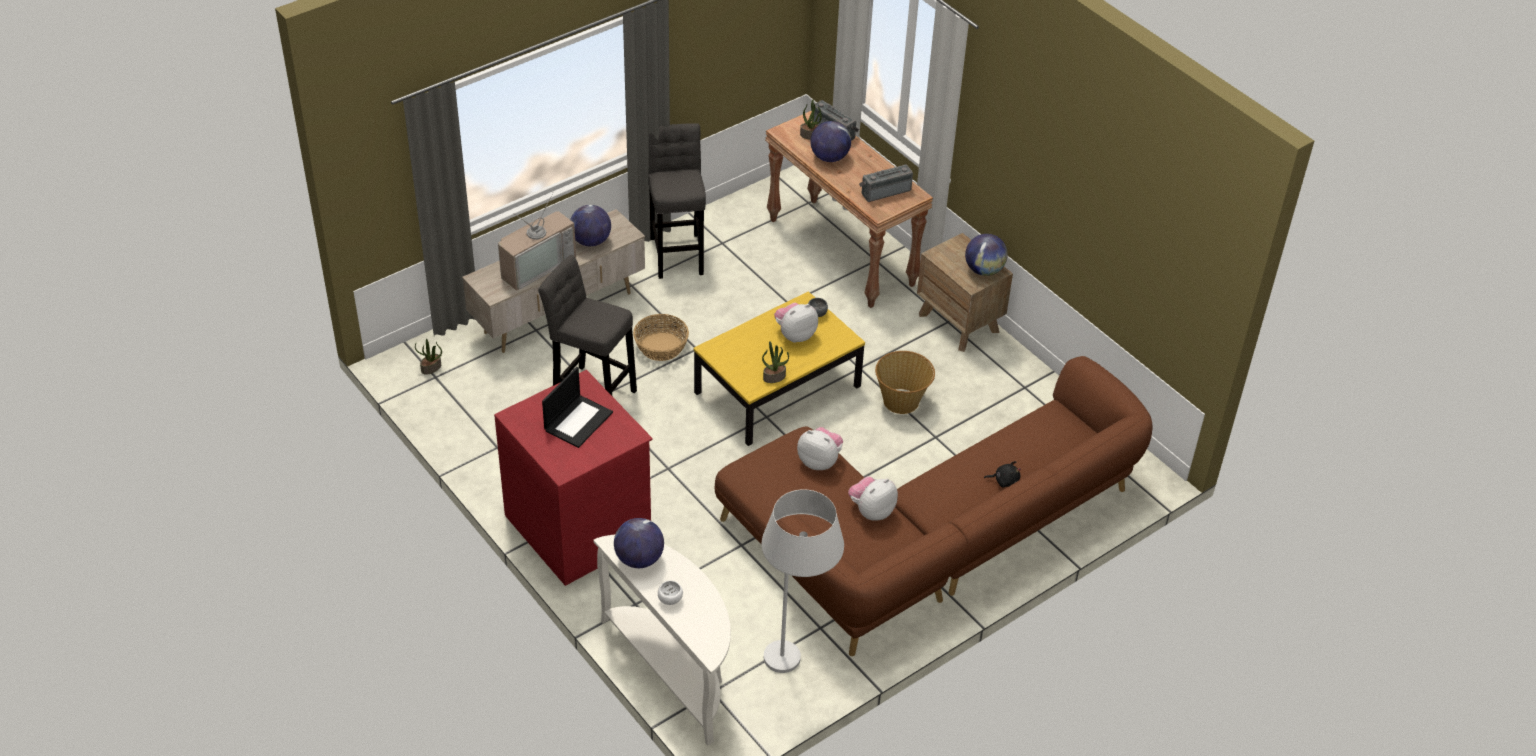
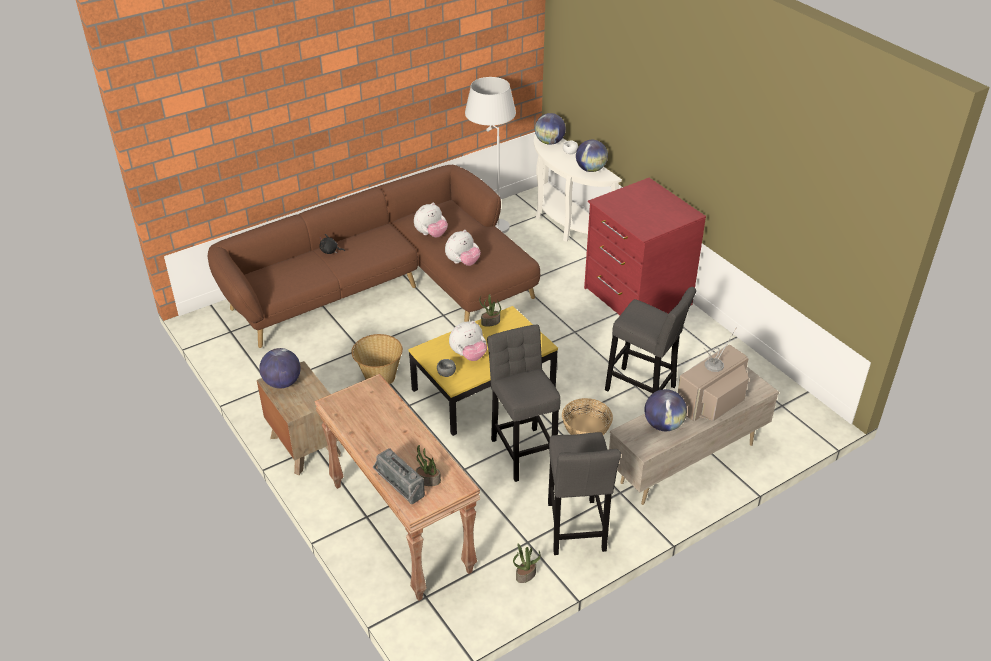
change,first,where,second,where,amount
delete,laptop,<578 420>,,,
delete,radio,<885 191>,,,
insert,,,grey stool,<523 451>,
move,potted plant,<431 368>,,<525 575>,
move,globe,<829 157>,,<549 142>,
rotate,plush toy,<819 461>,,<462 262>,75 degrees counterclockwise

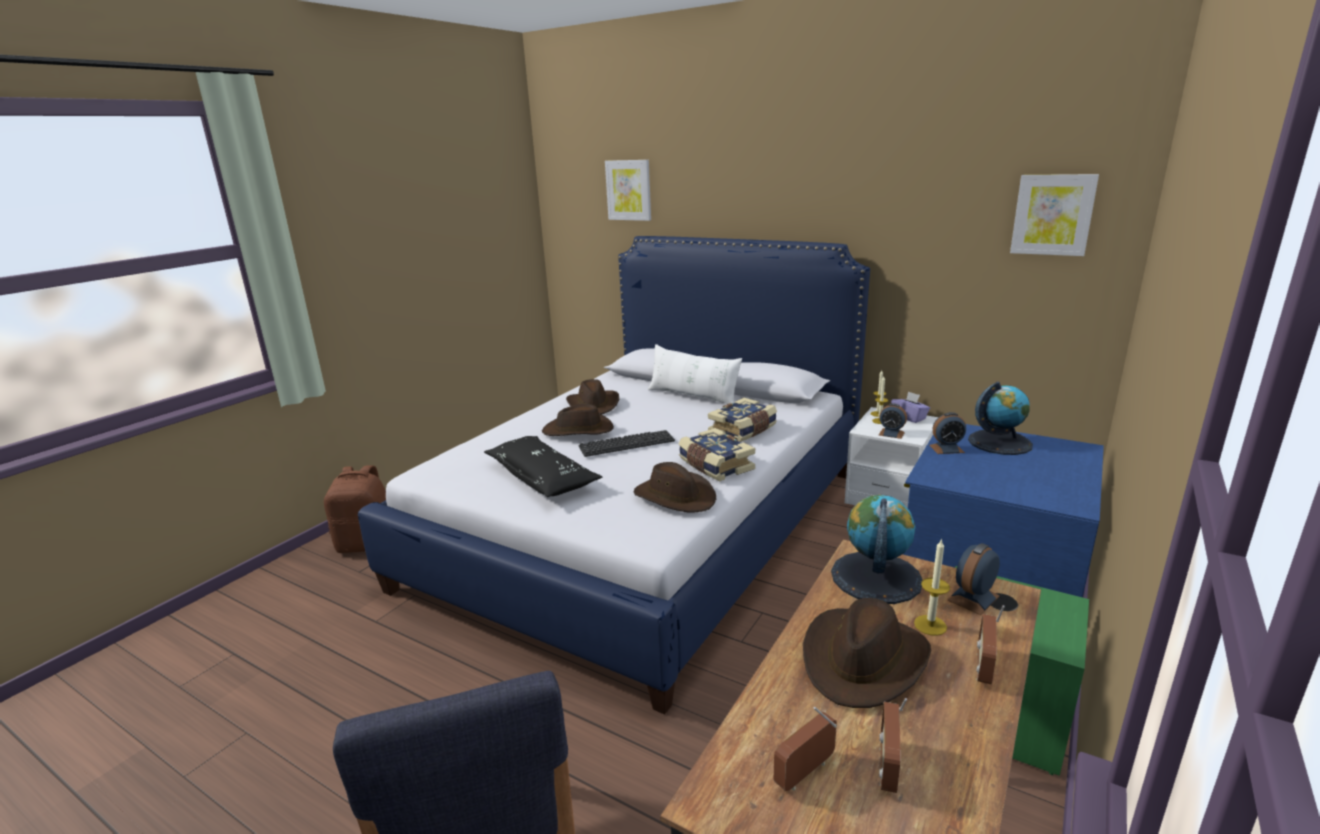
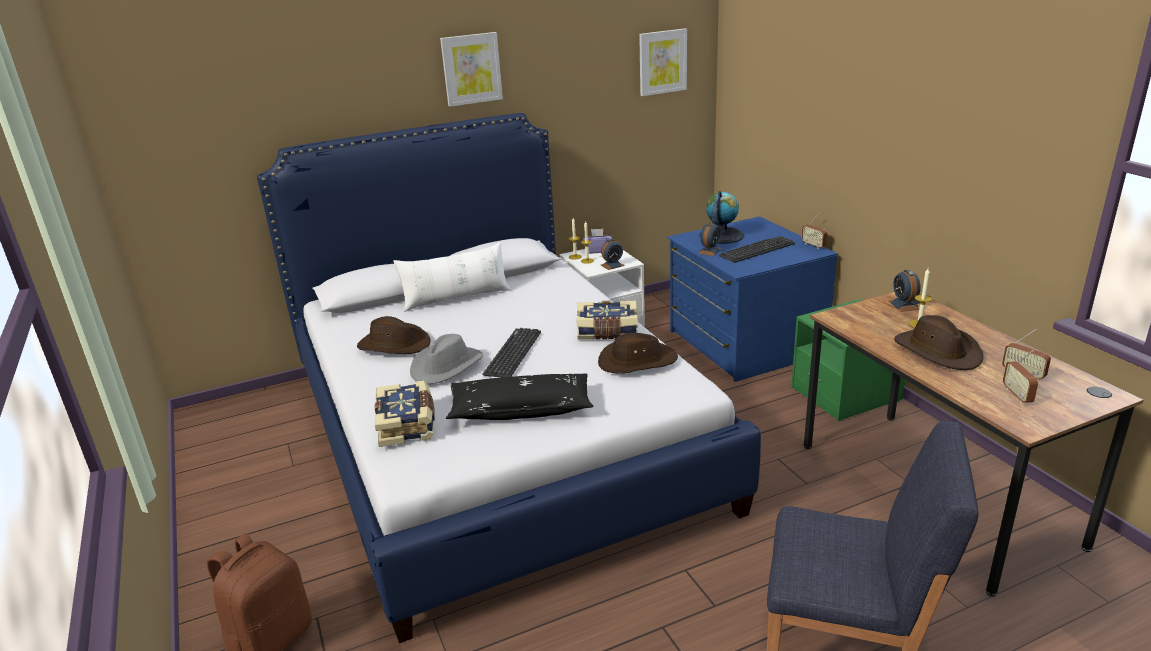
change,first,where,second,where,amount
delete,globe,<875 577>,,,
insert,,,keyboard,<757 250>,
move,picture,<629 190>,,<471 69>,
move,book,<743 430>,,<407 424>,
move,radio,<984 668>,,<813 245>,
recolor,brown hat,<578 430>,grey hat,<447 366>,

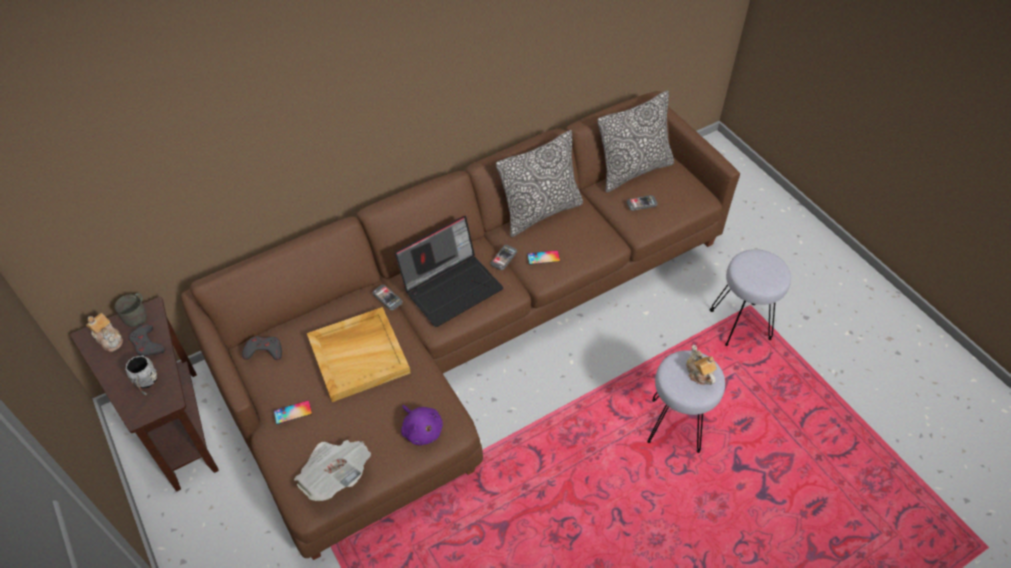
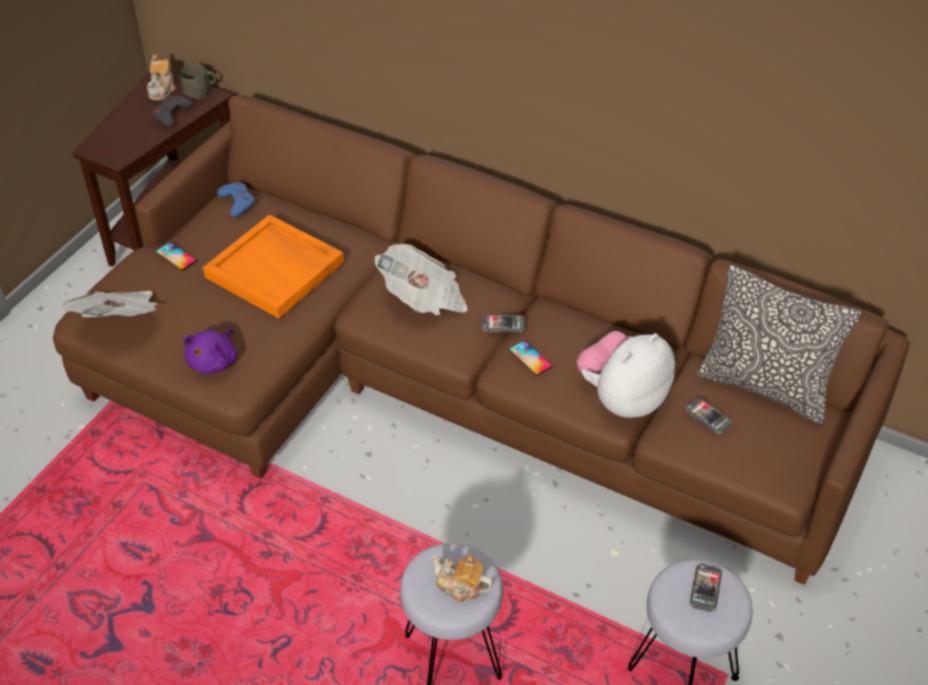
change,first,where,second,where,amount
delete,grey mug,<146 383>,,,
delete,pillow,<540 212>,,,
insert,,,plush toy,<622 399>,
move,phone,<387 298>,,<705 588>,
replace,laptop,<452 286>,newspaper,<423 299>,
recolor,grey game controller,<264 351>,blue game controller,<237 202>,
recolor,beige tray,<359 355>,orange tray,<276 269>,
rotate,teapot,<698 373>,,<460 587>,105 degrees counterclockwise

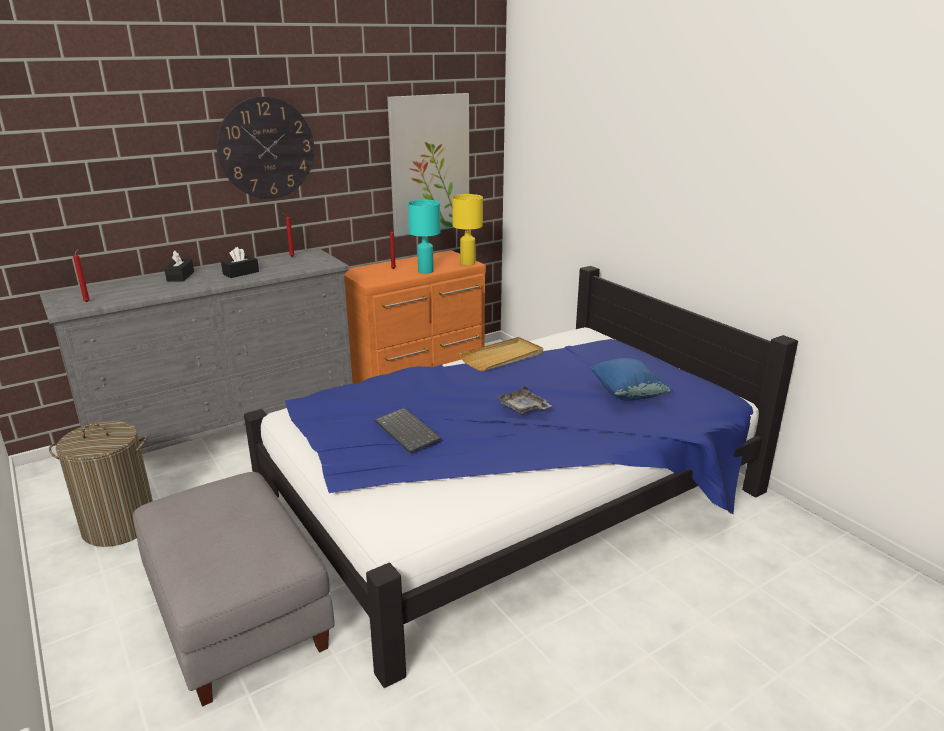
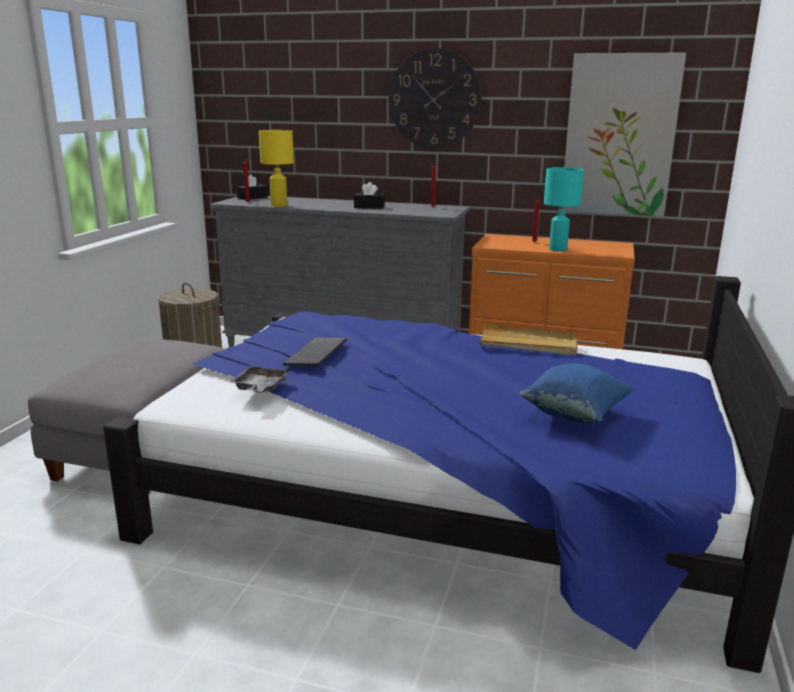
change,first,where,second,where,amount
move,black tissue box,<180 276>,,<252 198>,
move,yellow table lamp,<467 263>,,<278 205>,
move,grey tray,<523 408>,,<260 387>,

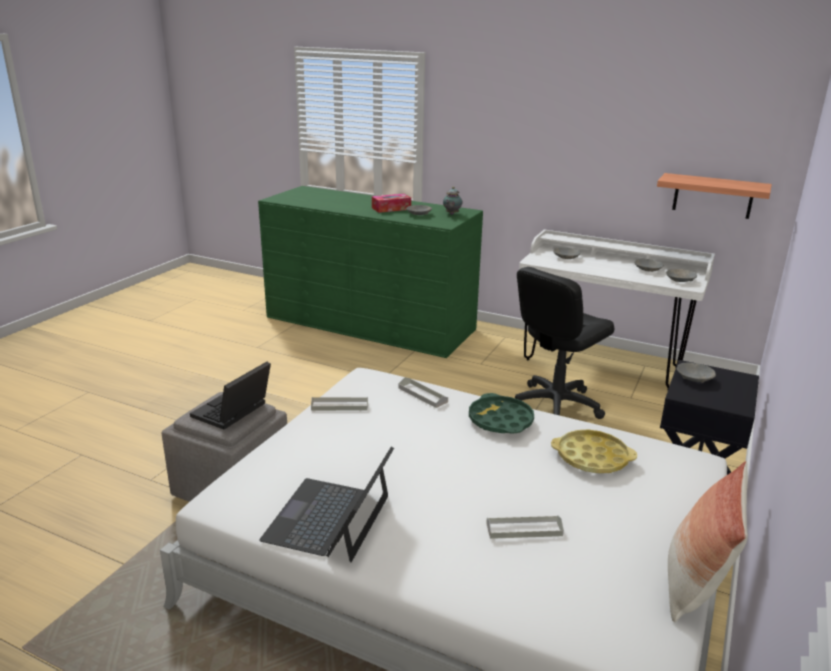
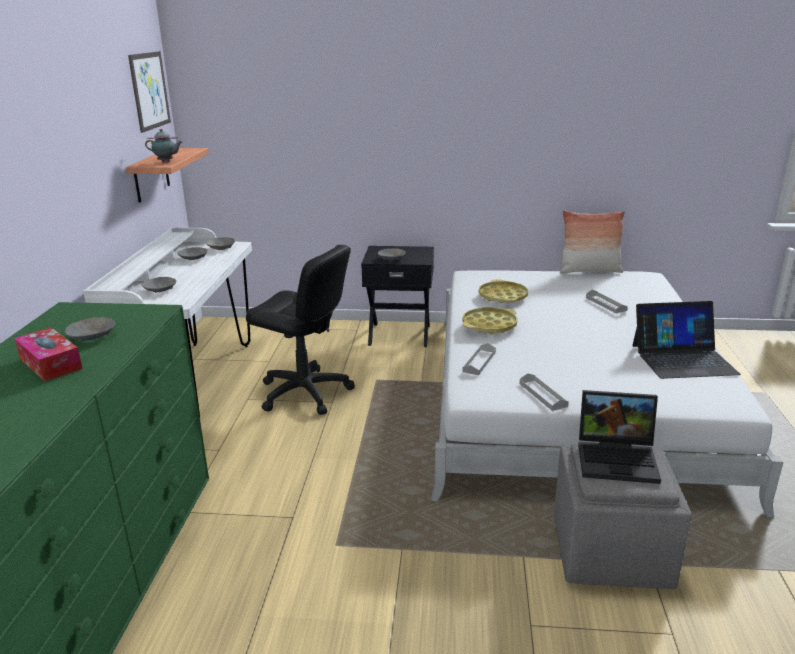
change,first,where,second,where,amount
insert,,,picture,<149 91>,
move,teapot,<451 214>,,<167 162>,
recolor,green tray,<500 420>,yellow tray,<489 325>,

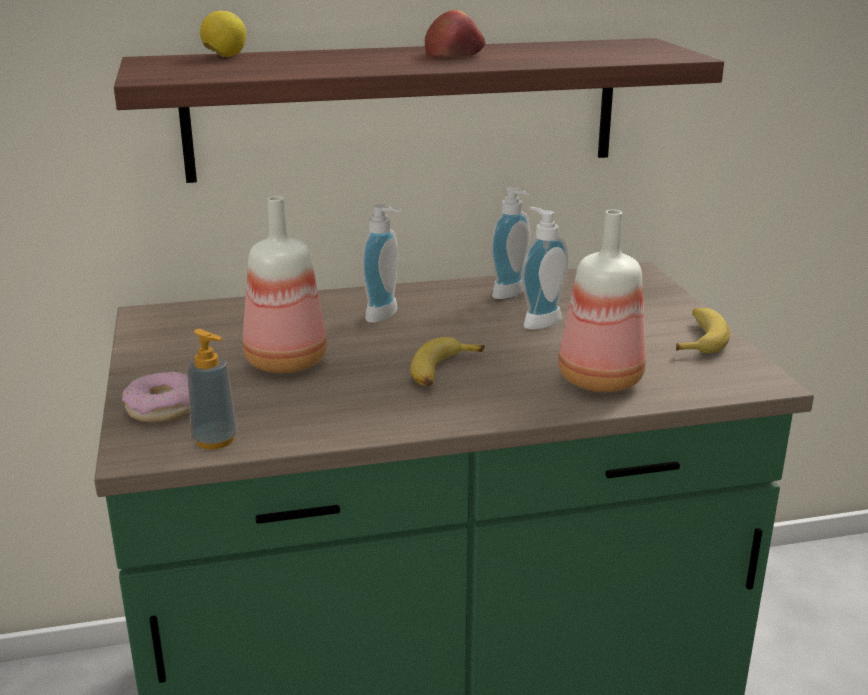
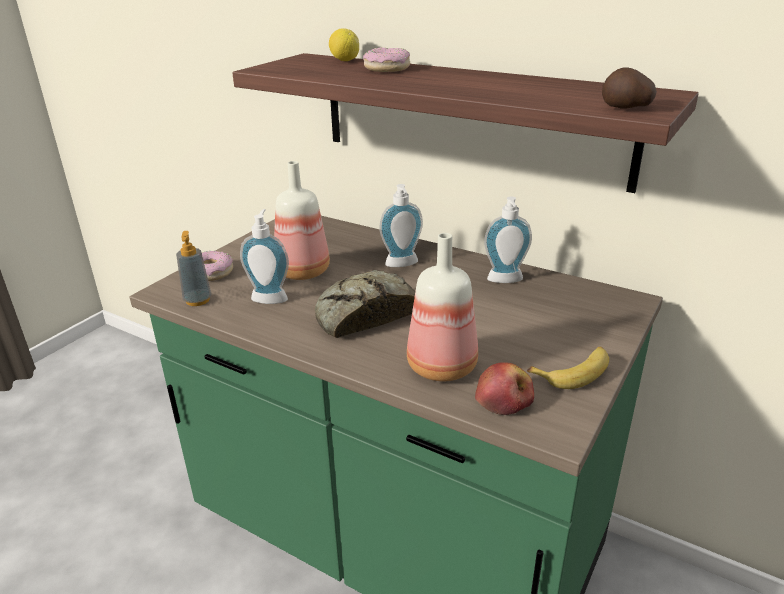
change,first,where,second,where,amount
insert,,,donut,<387 68>,
insert,,,potato,<625 108>,
move,apple,<455 54>,,<504 400>,
move,soap dispenser,<538 321>,,<270 297>,
replace,banana,<442 372>,bread,<364 314>,

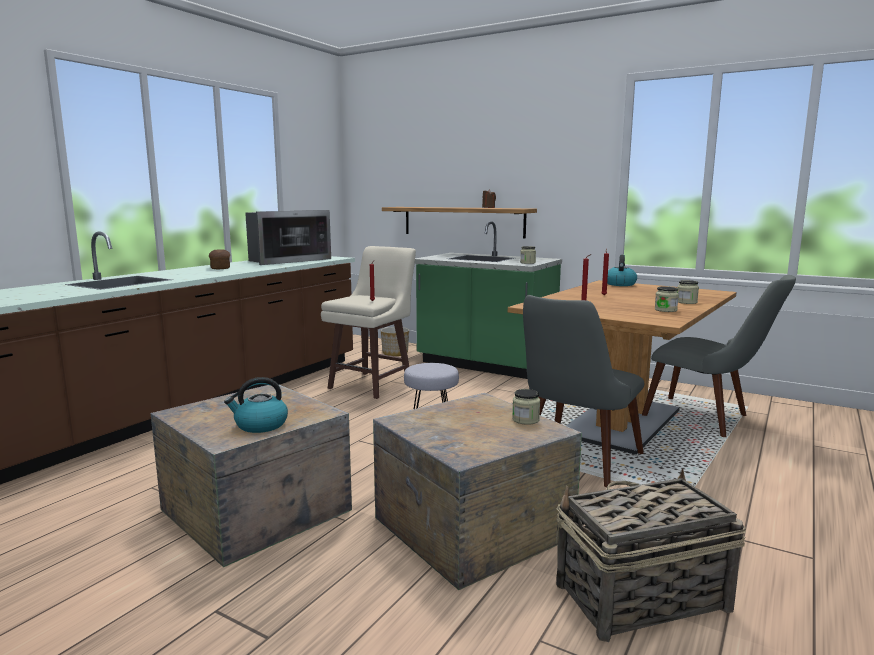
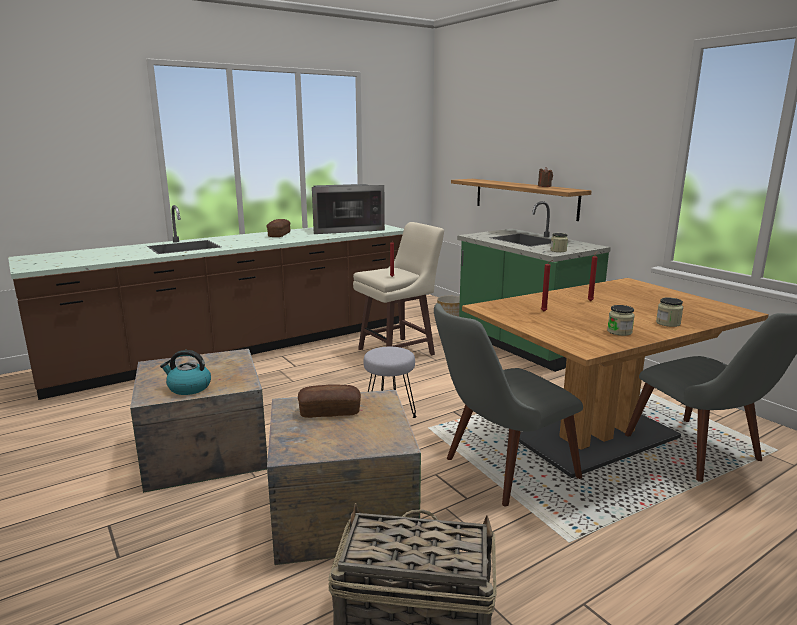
change,first,where,second,where,amount
delete,jar,<525 420>,,,
delete,kettle,<620 284>,,,
insert,,,bread,<330 412>,

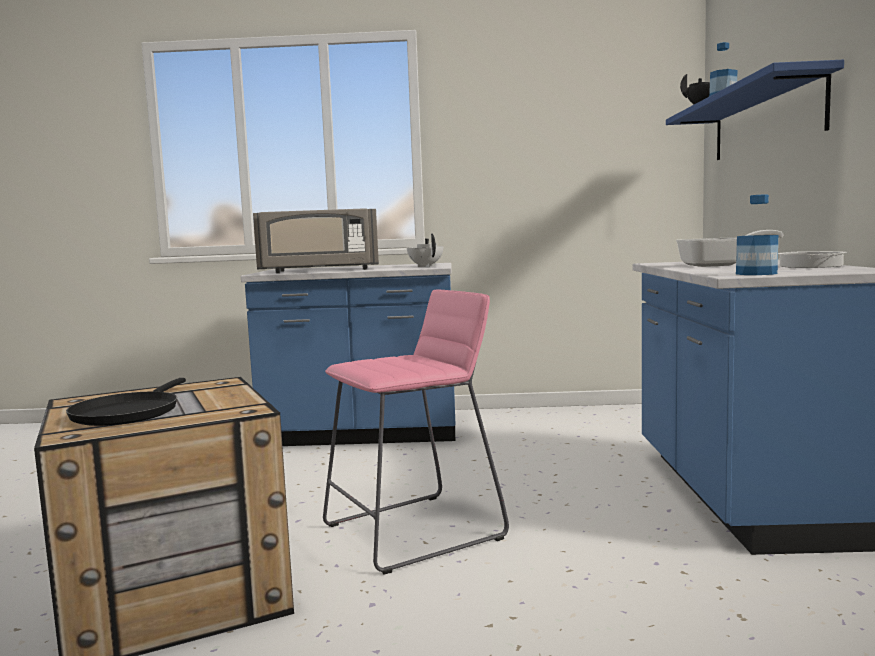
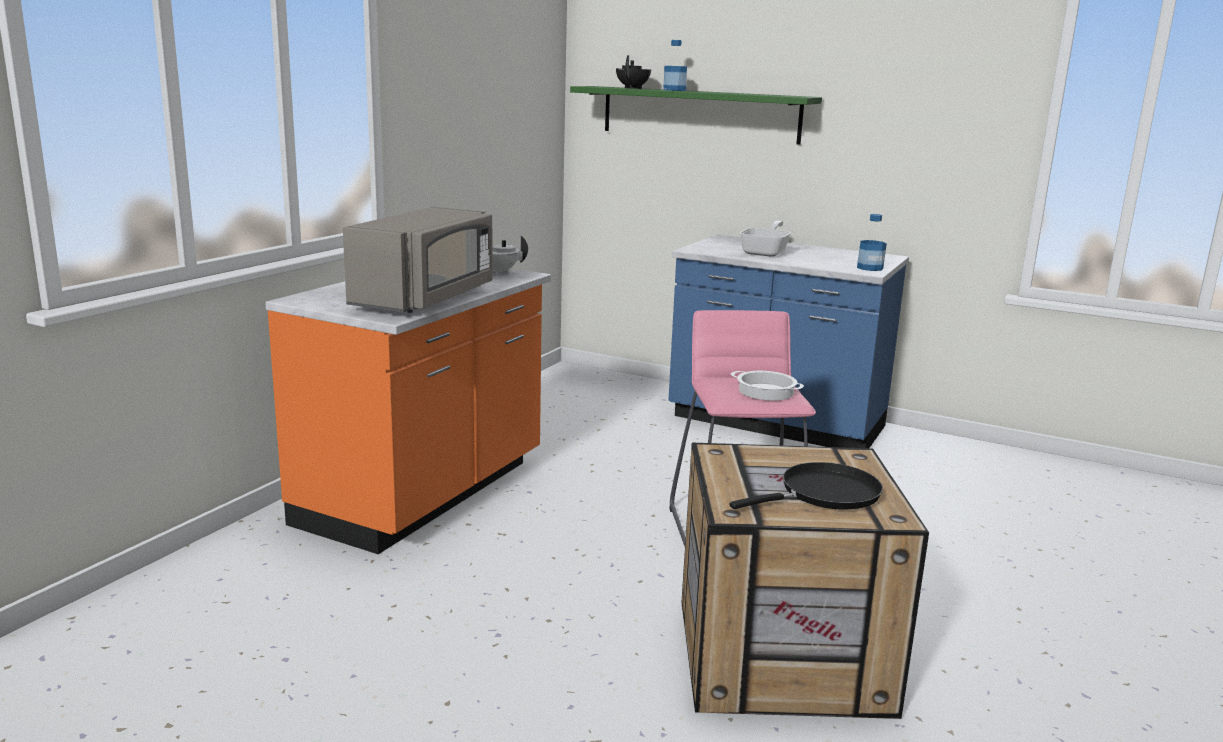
change,first,where,second,where,amount
move,cooking pot,<811 266>,,<766 391>,
recolor,blue counter,<362 434>,orange counter,<425 494>,
recolor,blue shelf,<764 121>,green shelf,<699 114>,
rotate,black frying pan,<129 413>,,<824 494>,60 degrees counterclockwise

